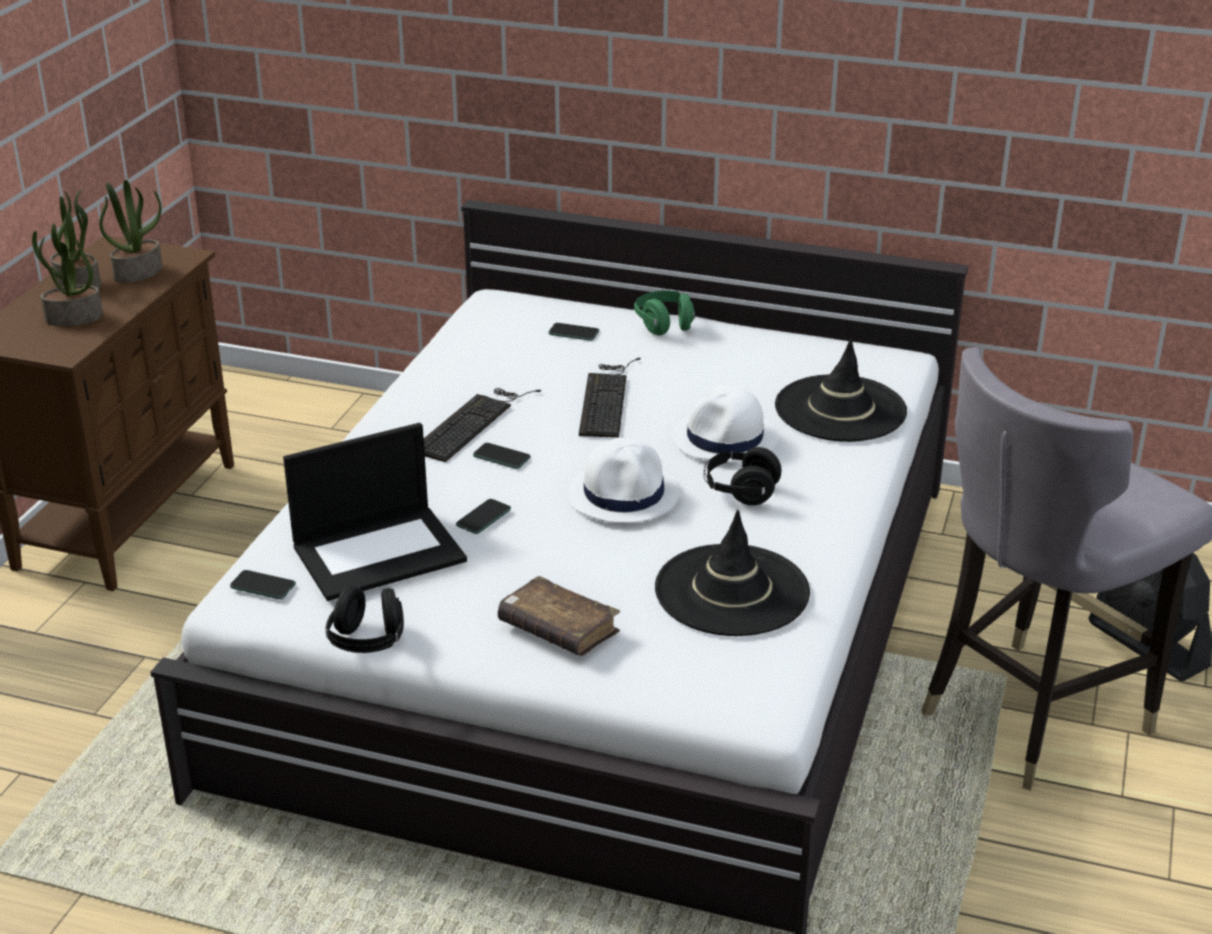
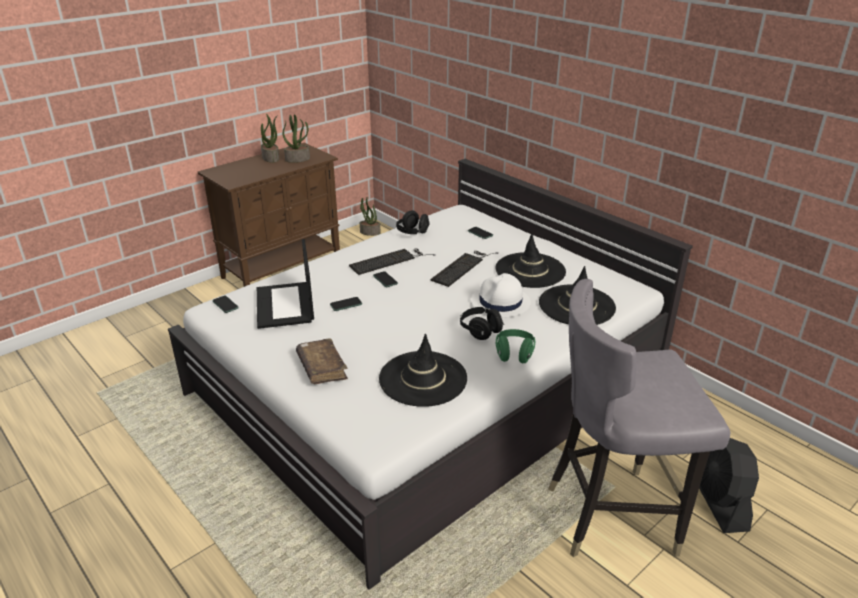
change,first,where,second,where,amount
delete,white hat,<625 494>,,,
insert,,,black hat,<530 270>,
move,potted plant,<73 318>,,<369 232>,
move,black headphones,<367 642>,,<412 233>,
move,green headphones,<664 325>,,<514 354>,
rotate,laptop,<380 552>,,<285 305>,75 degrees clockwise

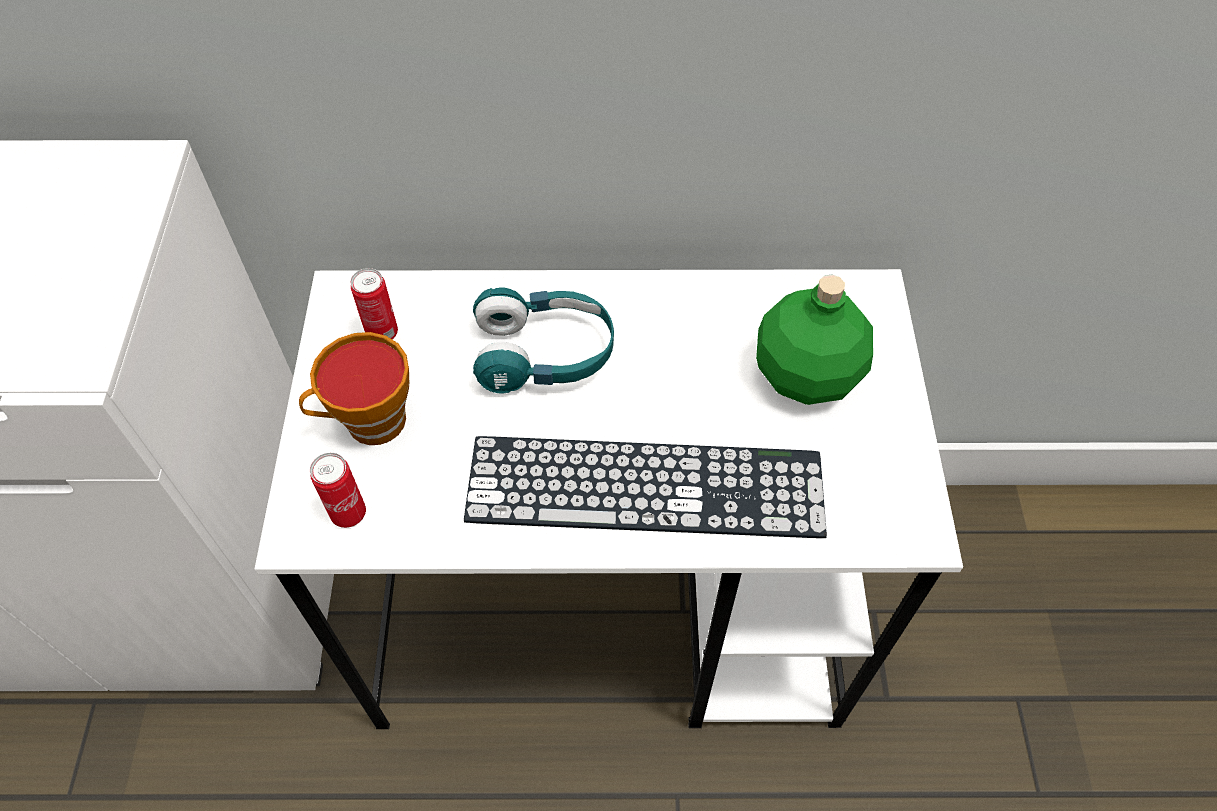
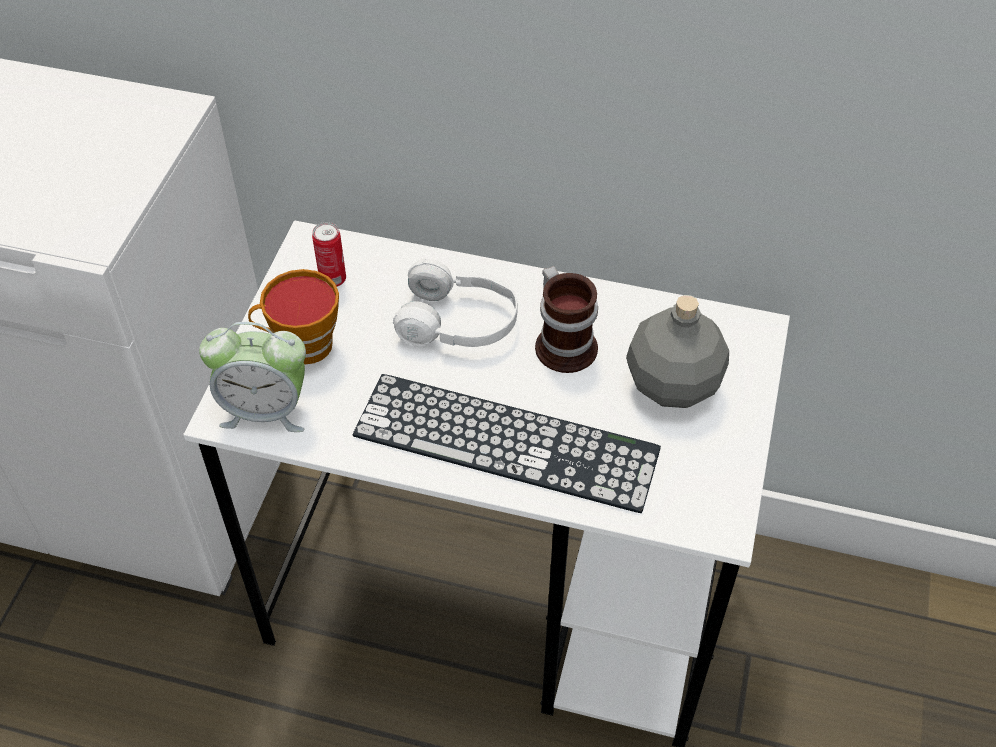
change,first,where,second,where,amount
insert,,,mug,<566 342>,
replace,can,<348 513>,alarm clock,<265 410>,
recolor,turquoise headphones,<544 354>,white headphones,<458 322>,
recolor,green bottle,<805 376>,grey bottle,<671 384>,

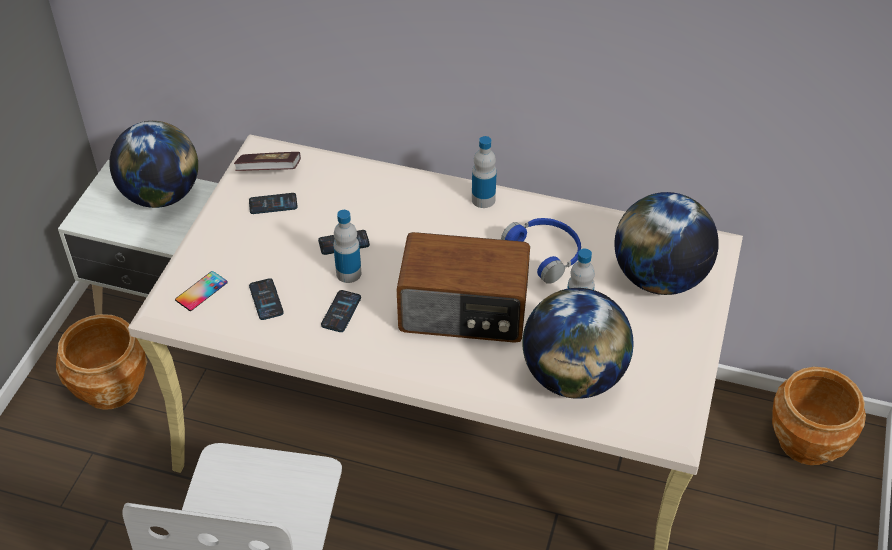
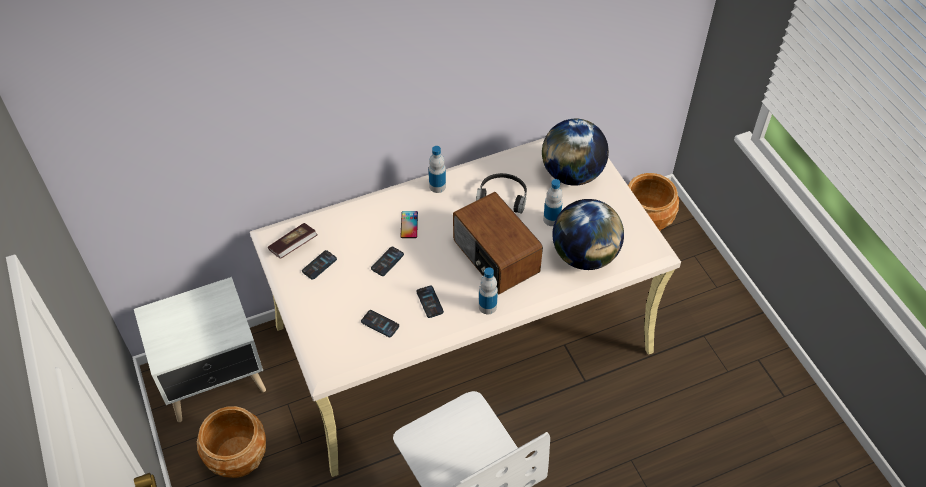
change,first,where,second,where,amount
delete,globe,<161 196>,,,
move,phone,<201 291>,,<409 224>,
move,bottle,<348 273>,,<487 306>,
recolor,blue headphones,<546 253>,black headphones,<502 196>,
rotate,radio,<464 312>,,<495 257>,90 degrees clockwise

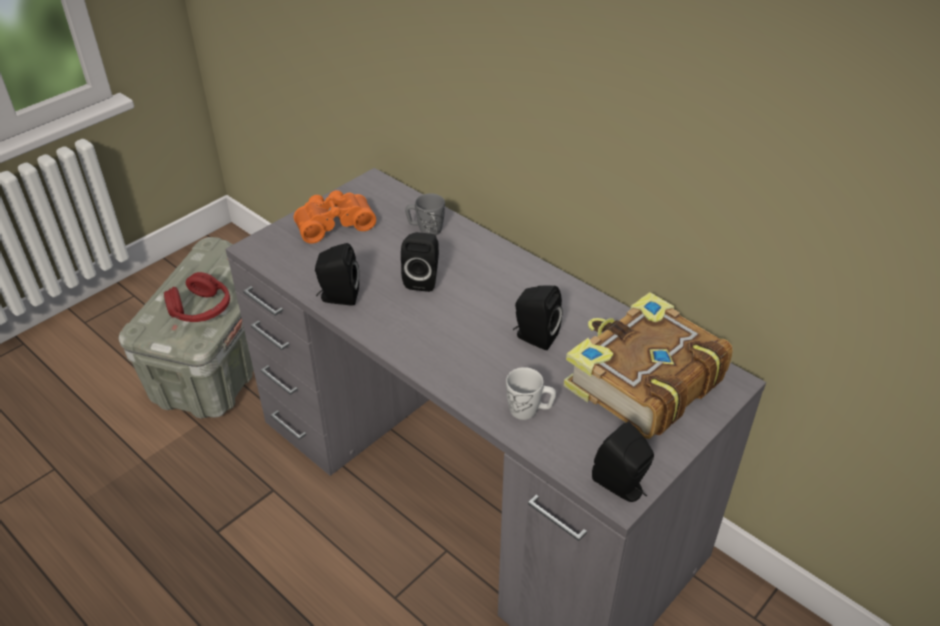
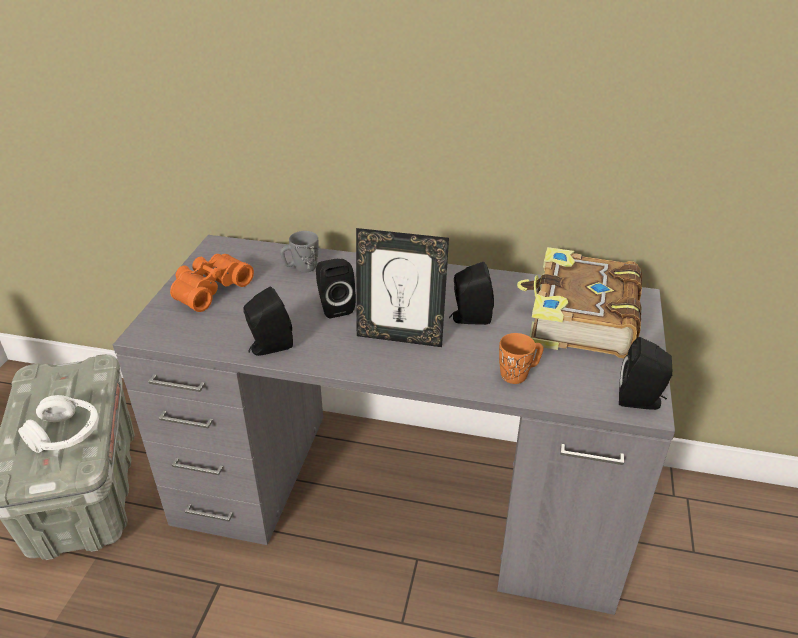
change,first,where,second,where,amount
insert,,,picture frame,<400 337>,
recolor,red headphones,<201 309>,white headphones,<66 434>,
recolor,white mug,<529 411>,orange mug,<519 374>,

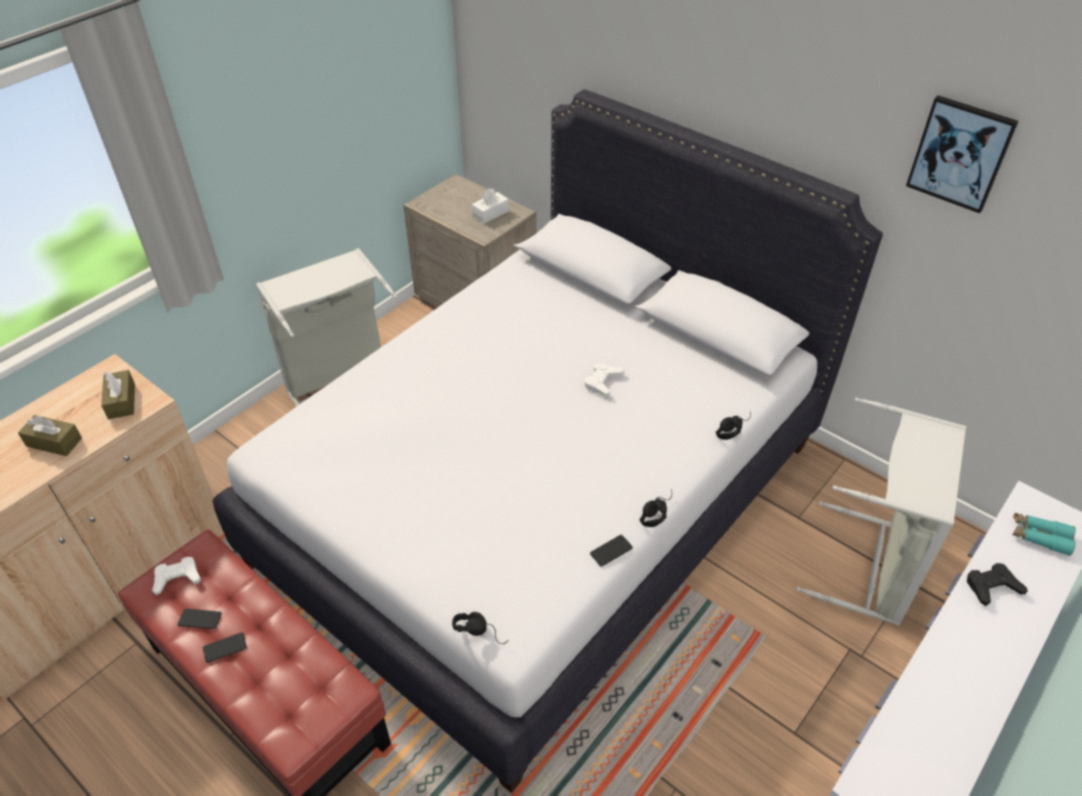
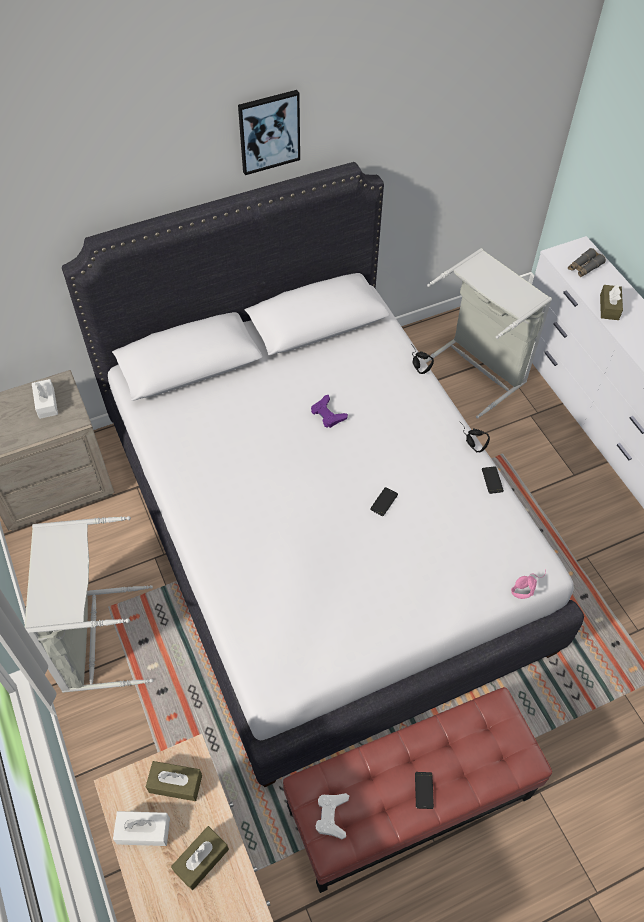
change,first,where,second,where,amount
insert,,,white tissue box,<143 831>,
move,phone,<200 619>,,<384 502>,
move,picture,<960 153>,,<269 131>,
replace,black game controller,<992 587>,brown tissue box,<609 307>,
recolor,black headphones,<481 630>,pink headphones,<527 584>,
recolor,white game controller,<602 381>,purple game controller,<327 414>,
recolor,turquoise binoculars,<1039 537>,grey binoculars,<584 267>,

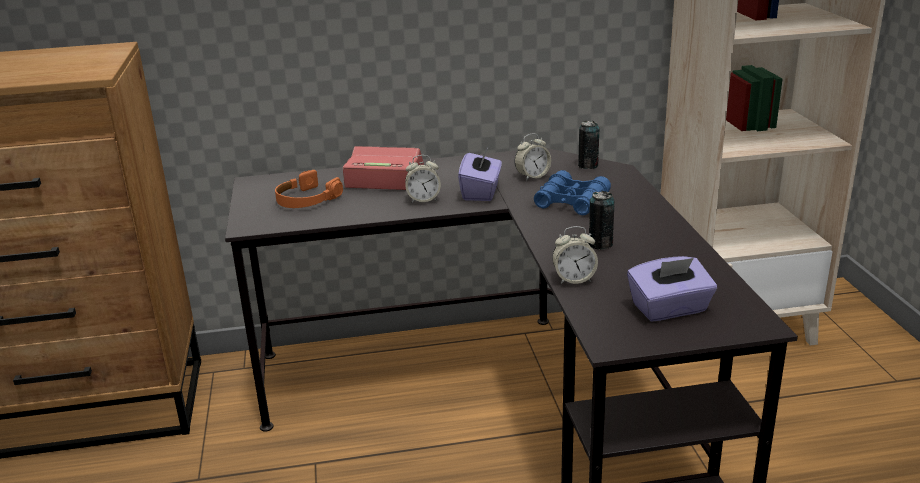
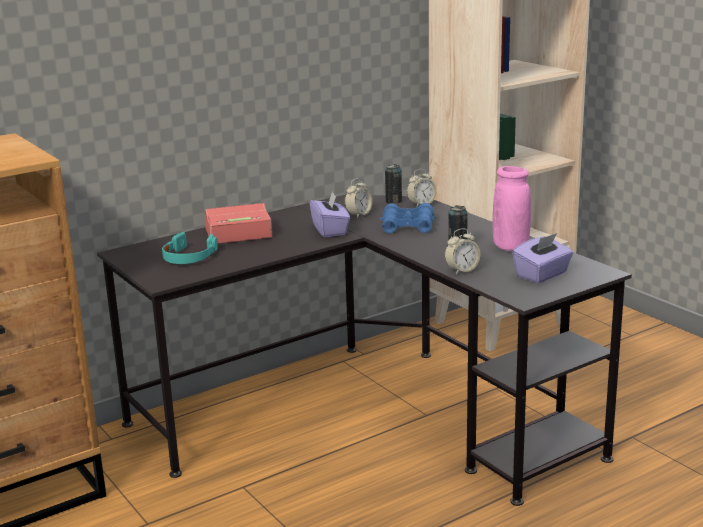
change,first,where,second,where,amount
insert,,,pink vase,<510 247>,
move,alarm clock,<423 200>,,<421 204>,
recolor,orange headphones,<306 199>,turquoise headphones,<188 257>,

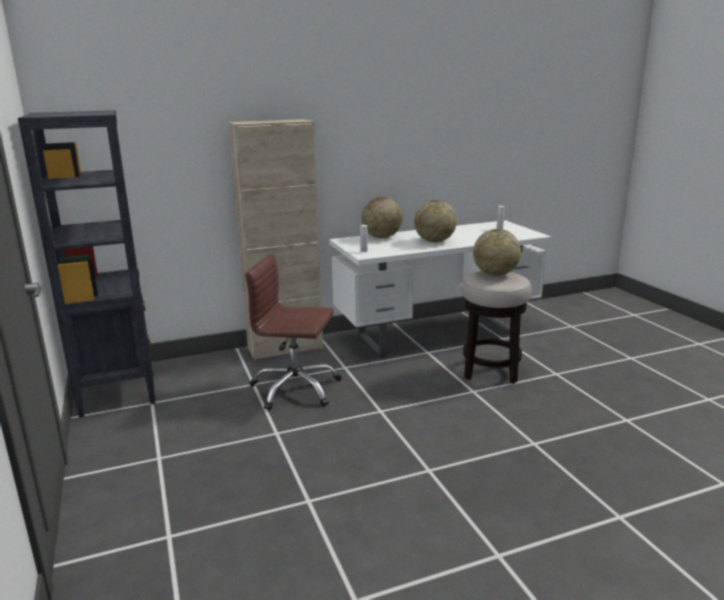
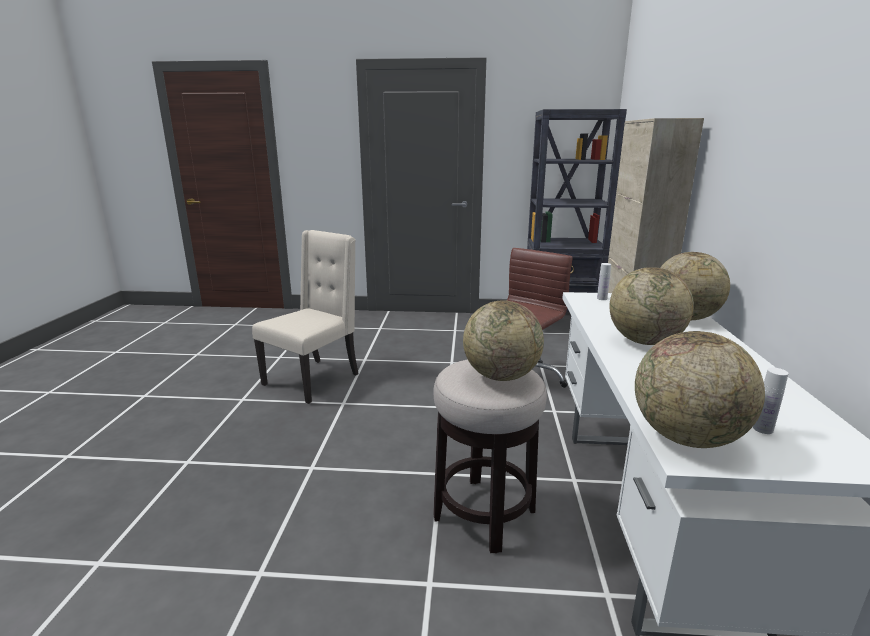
change,first,where,second,where,amount
insert,,,beige chair,<313 379>,
insert,,,globe,<686 437>,

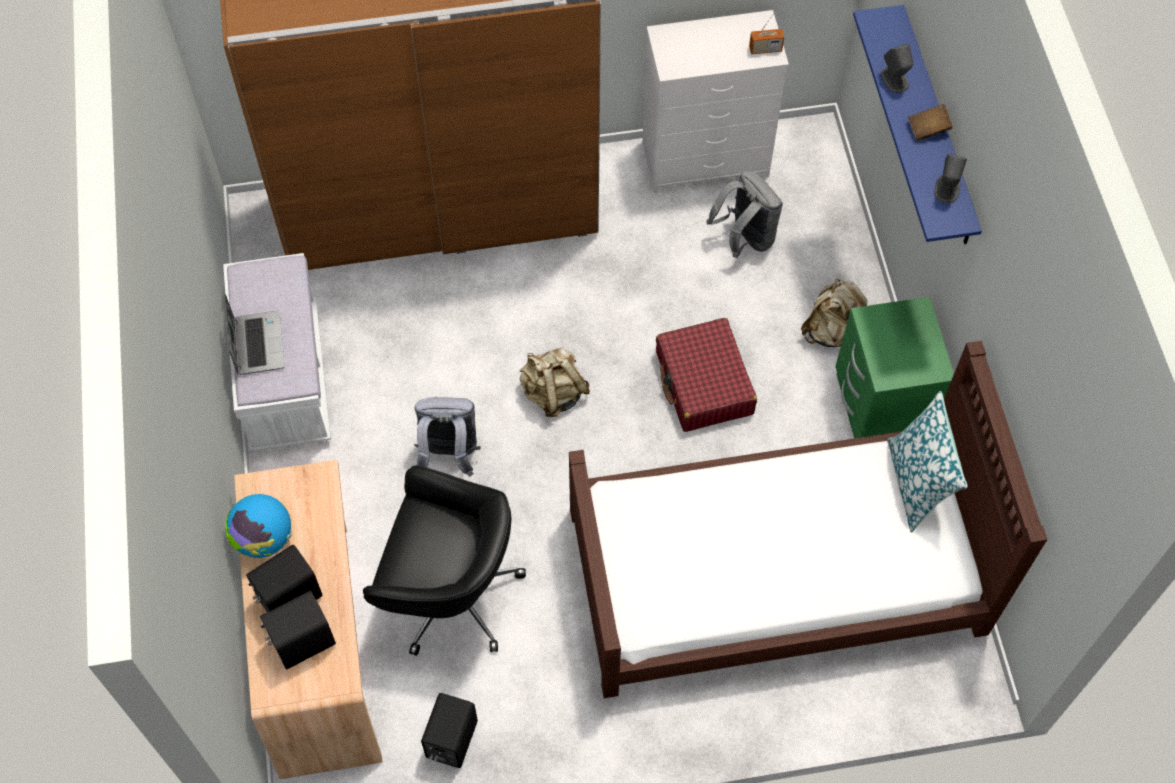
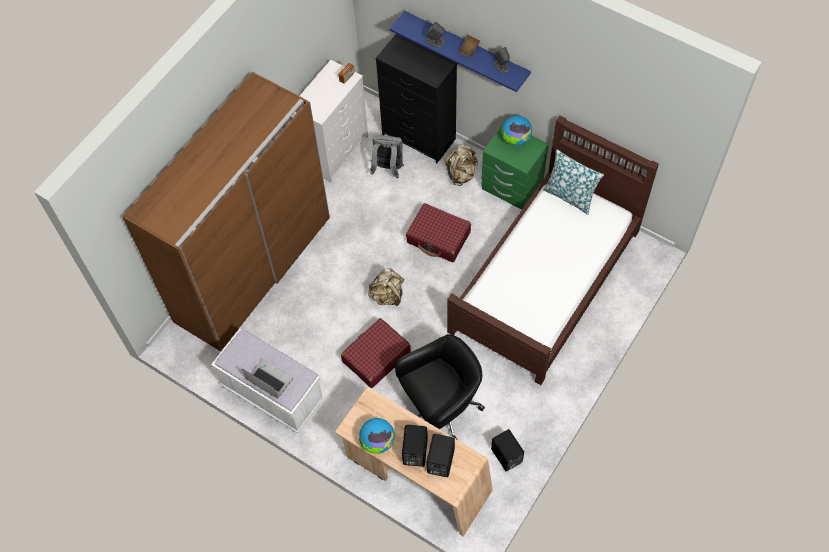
change,first,where,second,where,amount
insert,,,black dresser,<419 137>,
insert,,,globe,<515 140>,
replace,grey backpack,<449 455>,red suitcase,<376 357>,

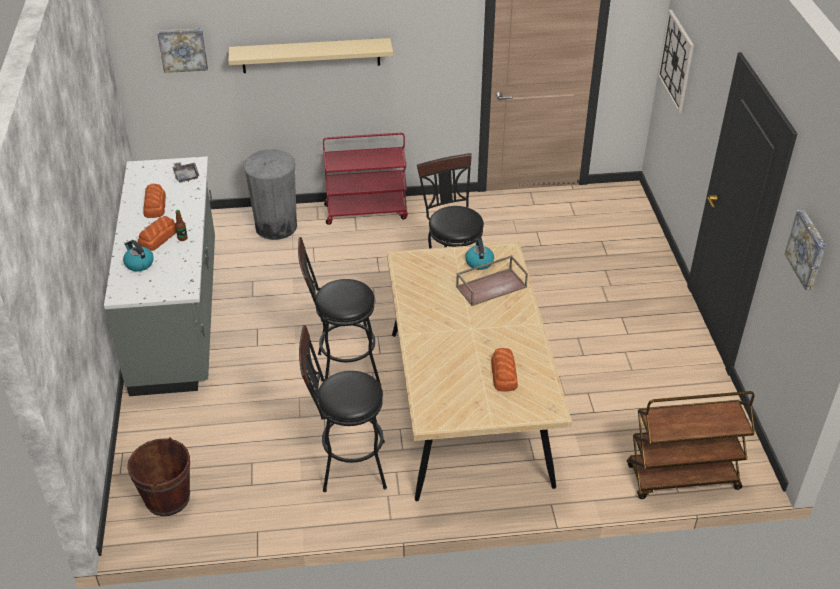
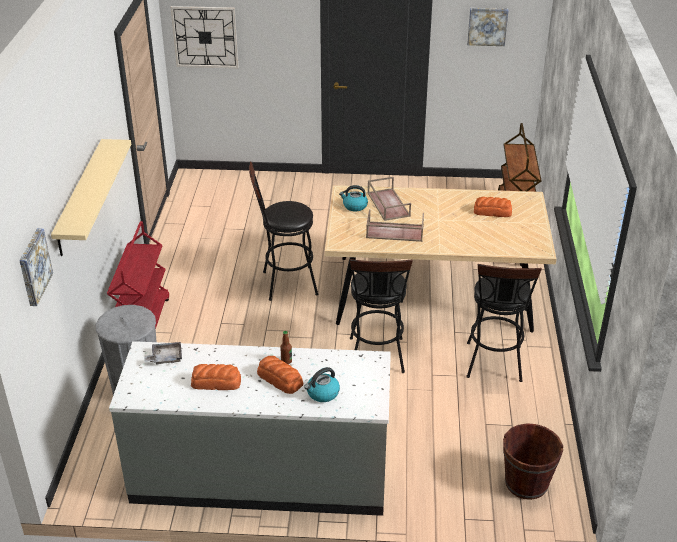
change,first,where,second,where,amount
insert,,,brown tray,<394 232>,

